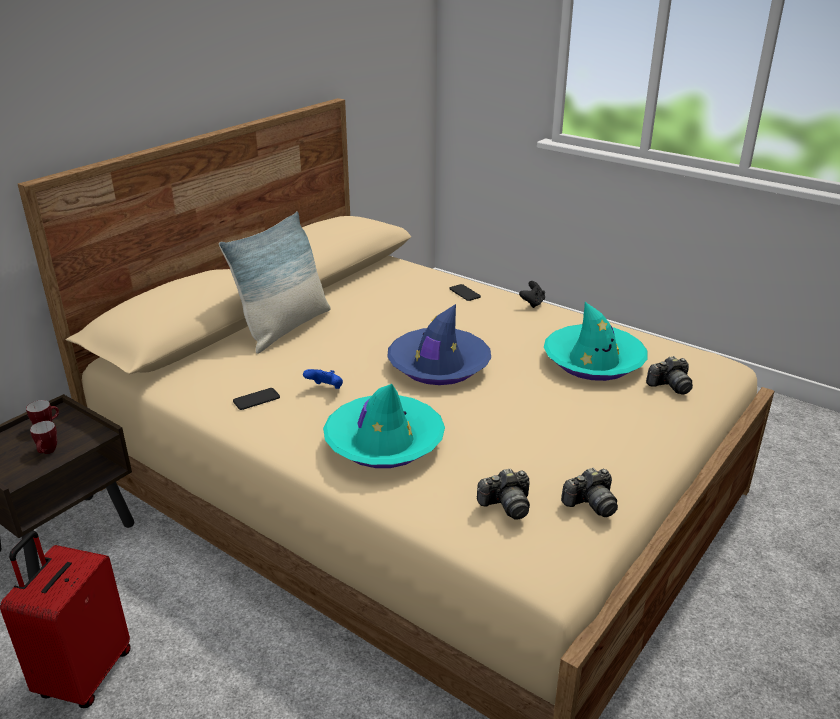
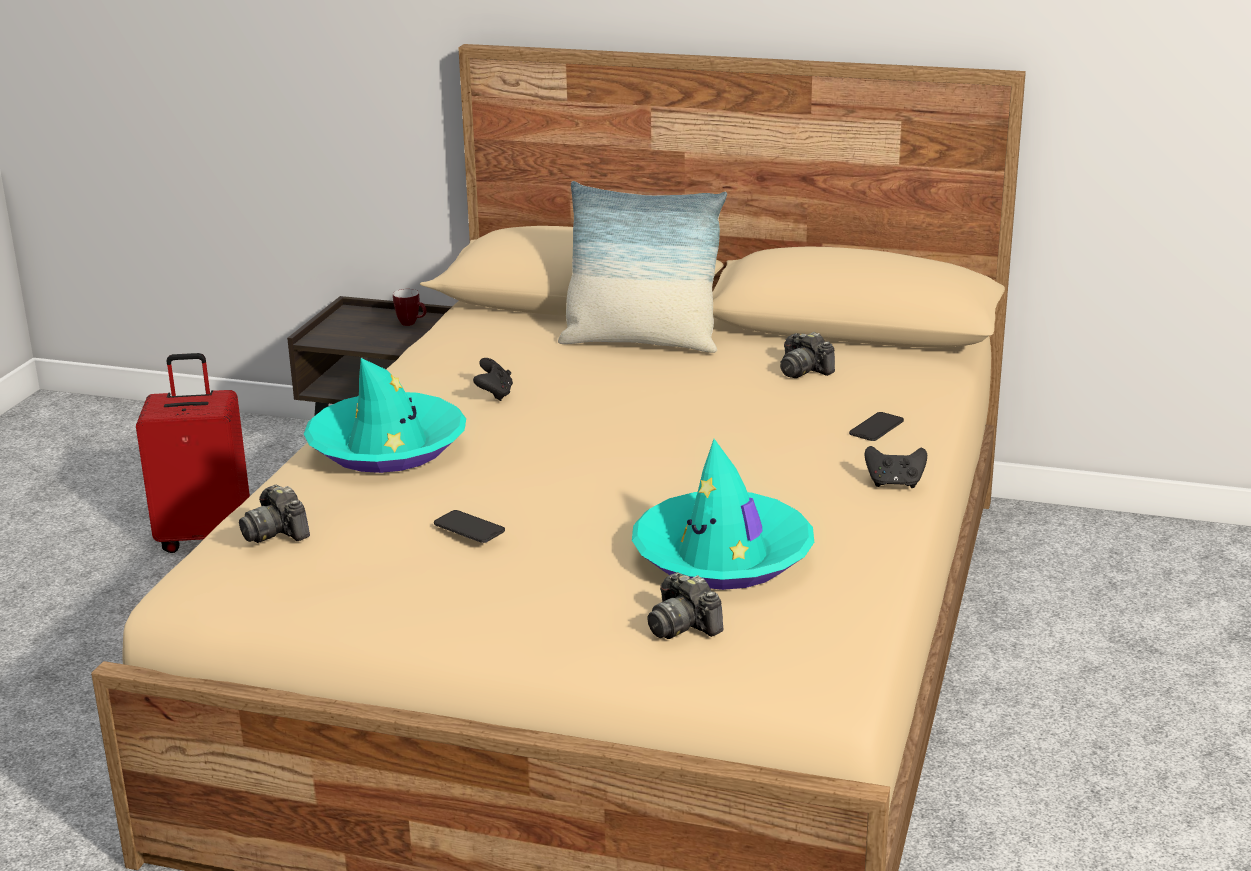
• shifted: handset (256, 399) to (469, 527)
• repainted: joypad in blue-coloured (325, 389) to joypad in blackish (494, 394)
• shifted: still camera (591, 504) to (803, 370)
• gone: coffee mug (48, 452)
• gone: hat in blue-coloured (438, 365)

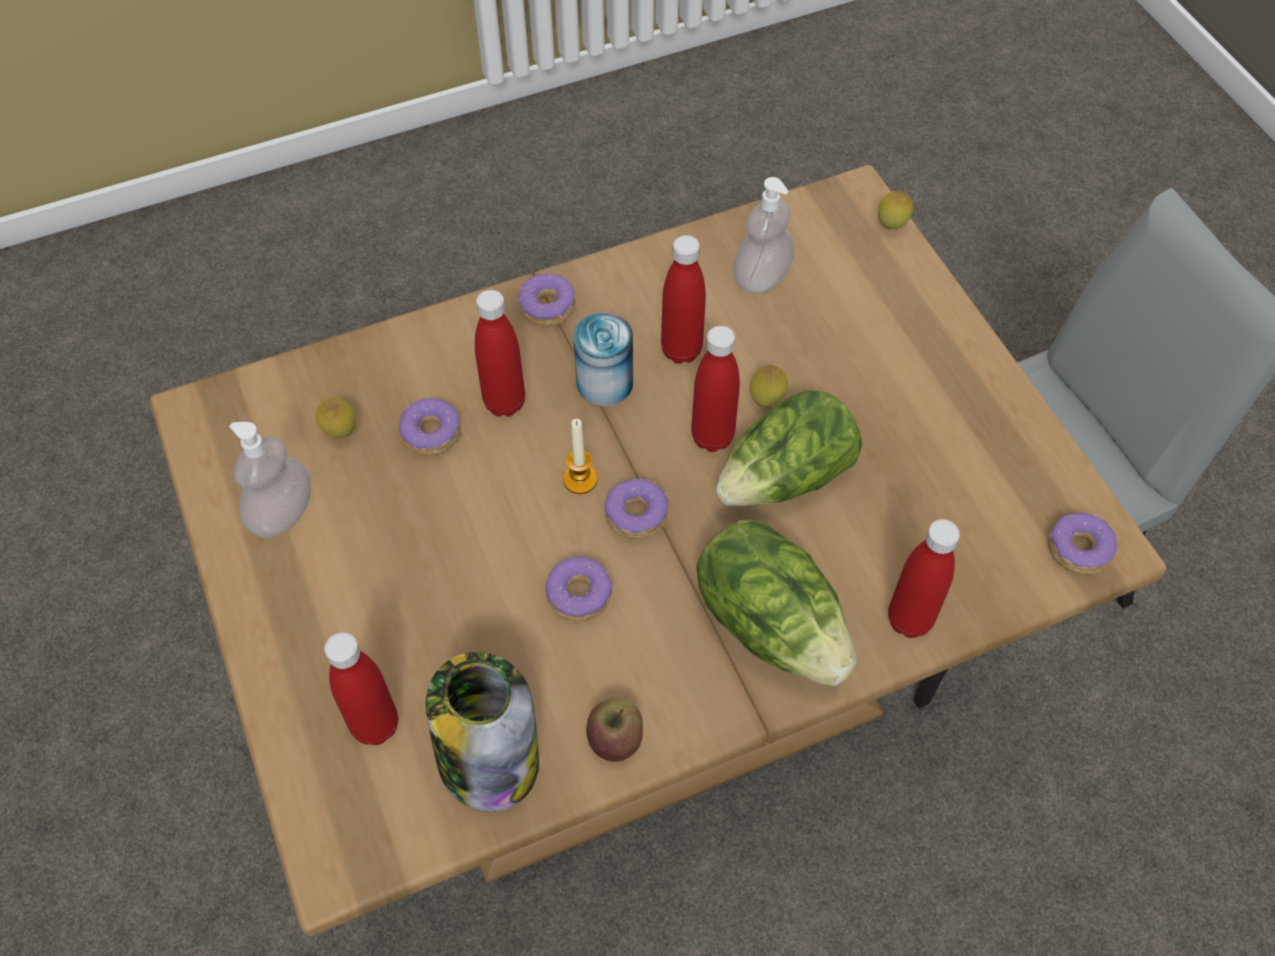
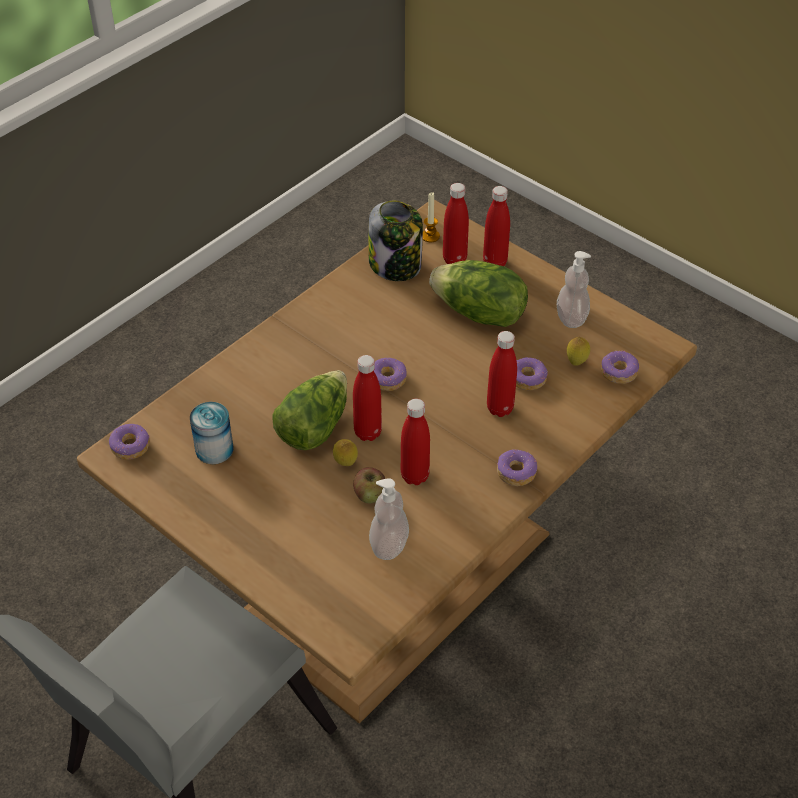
• shifted: metal can (604, 383) to (214, 449)
• shifted: apple (615, 739) to (370, 495)
• shifted: candle (580, 479) to (430, 236)
• shifted: lettuce head (771, 623) to (479, 314)
• shifted: beverage bottle in red (909, 620) to (495, 262)
• shifted: ring doughnut (580, 595) to (618, 372)
• gone: whole lemon (891, 227)

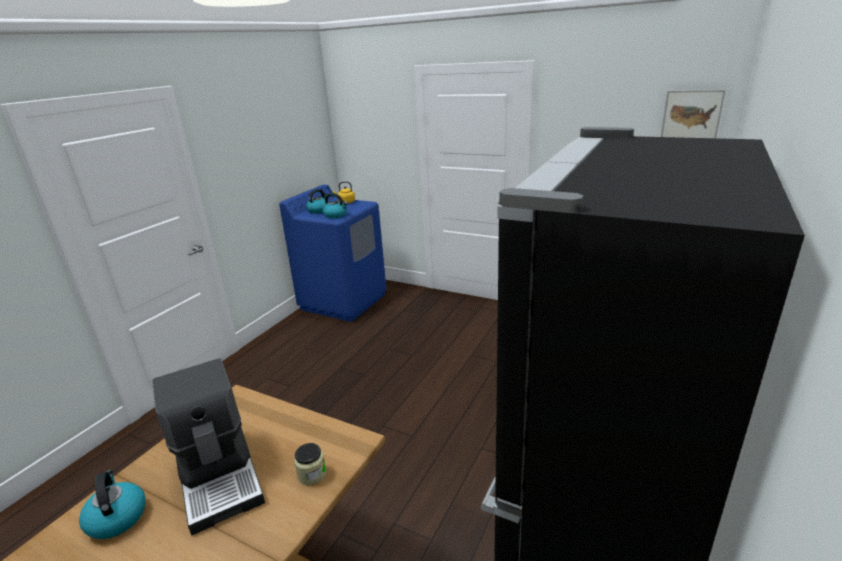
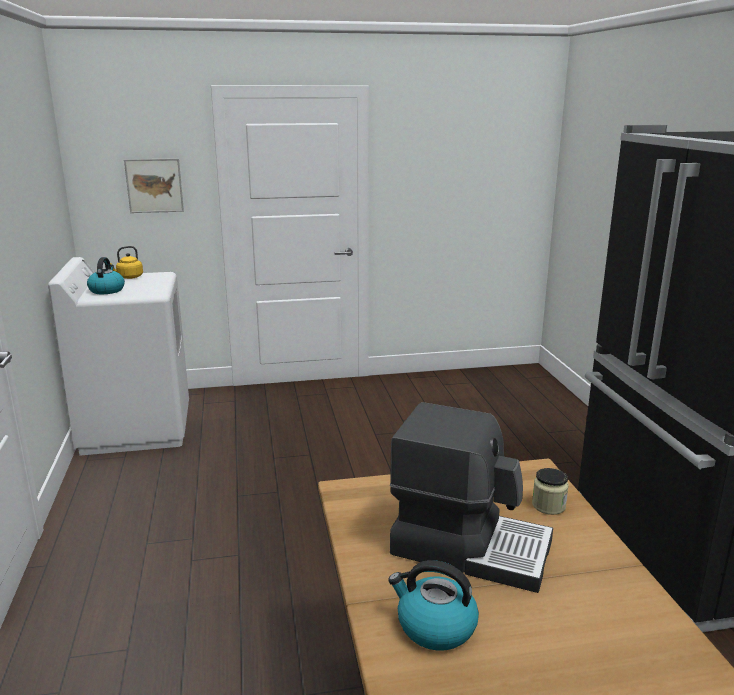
• repainted: laundry appliance in blue-coloured (344, 301) to laundry appliance in whitish (136, 428)
• shifted: wall picture (691, 116) to (154, 185)
• gone: kettle (336, 215)

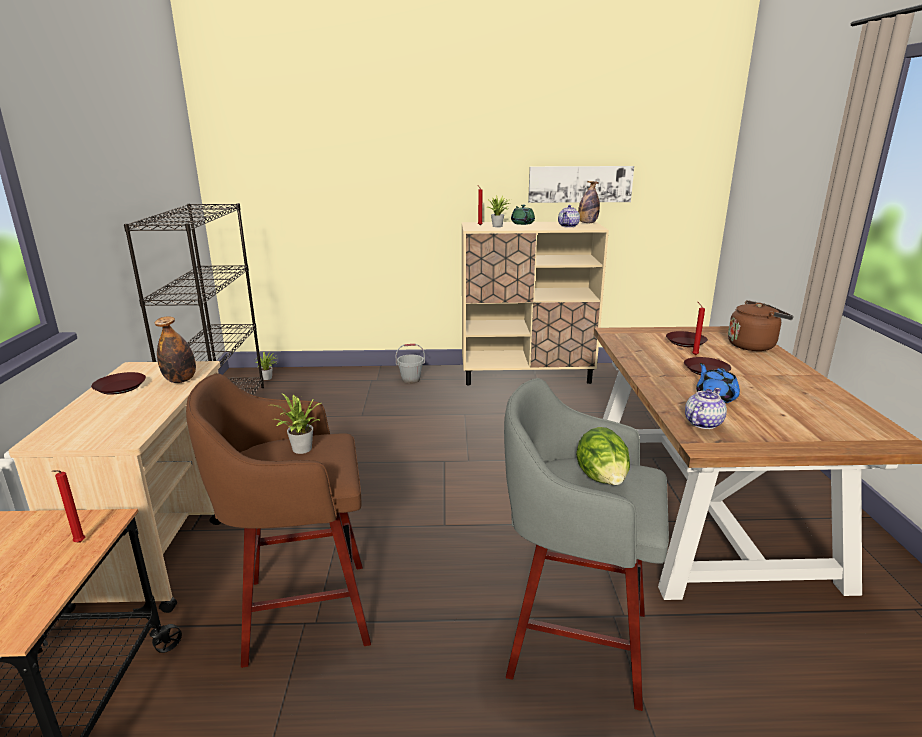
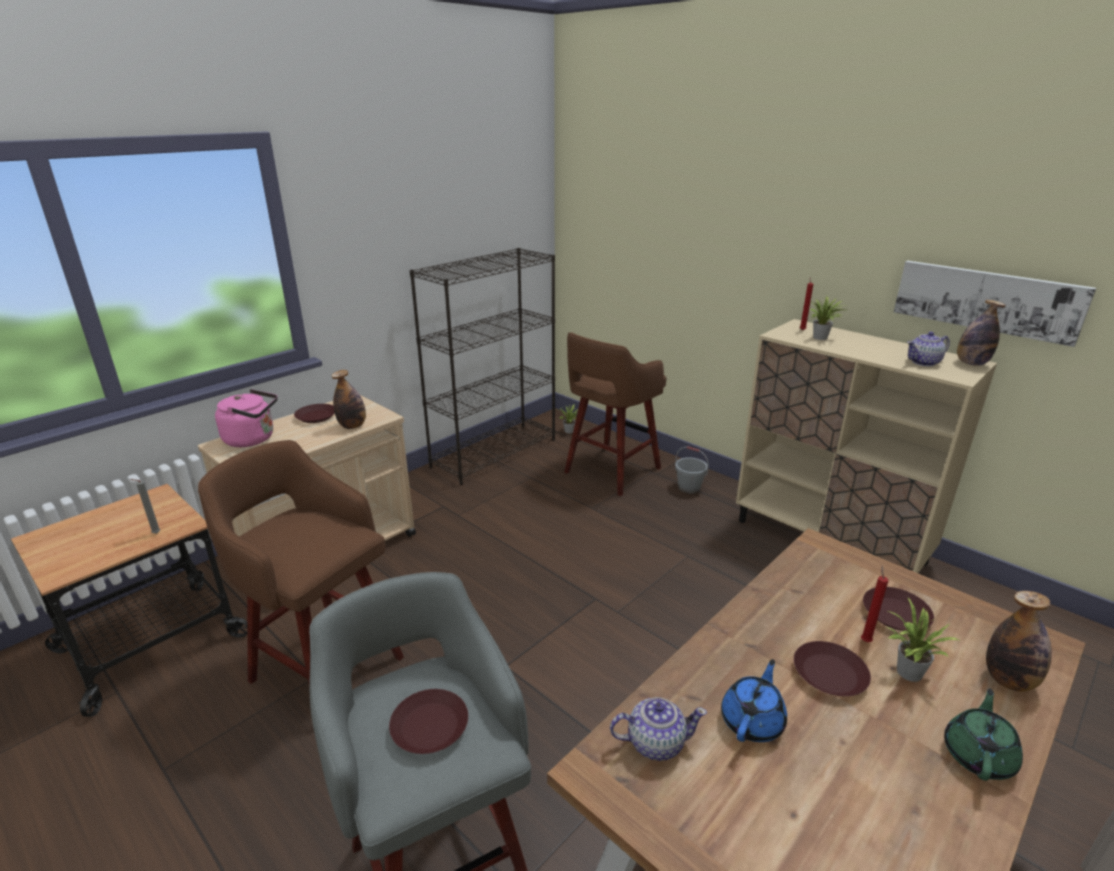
• repainted: candle in red (78, 543) to candle in gray (155, 534)
• new: kettle in pink (253, 439)
• swapped: lettuce head (602, 480) to plate in brown-coloured (430, 726)
• new: sitting stool in brown-coloured (610, 471)
• shifted: plant in a pot (300, 450) to (906, 673)
• shifted: teapot in green-coloured (522, 223) to (978, 755)
• swapped: kettle in brown-coloured (753, 345) to beverage bottle (1008, 680)

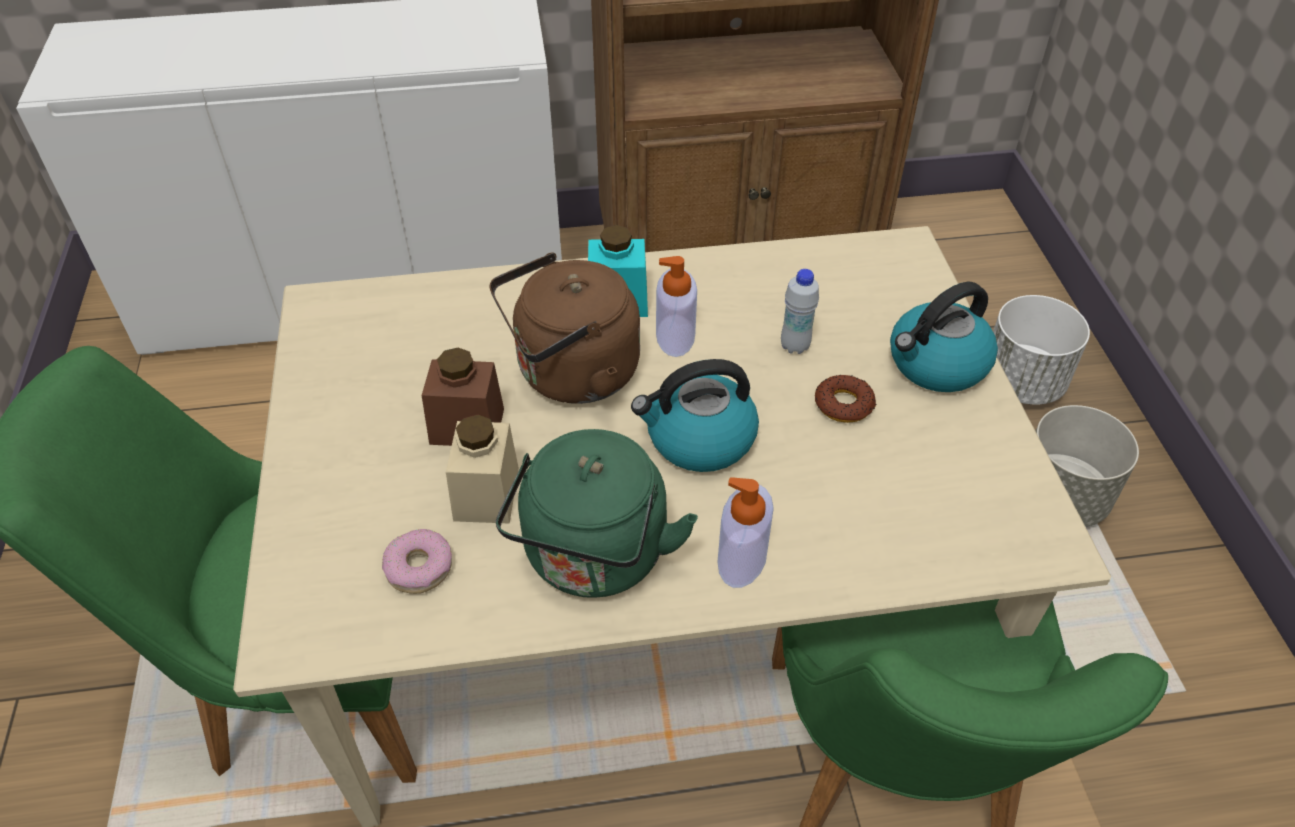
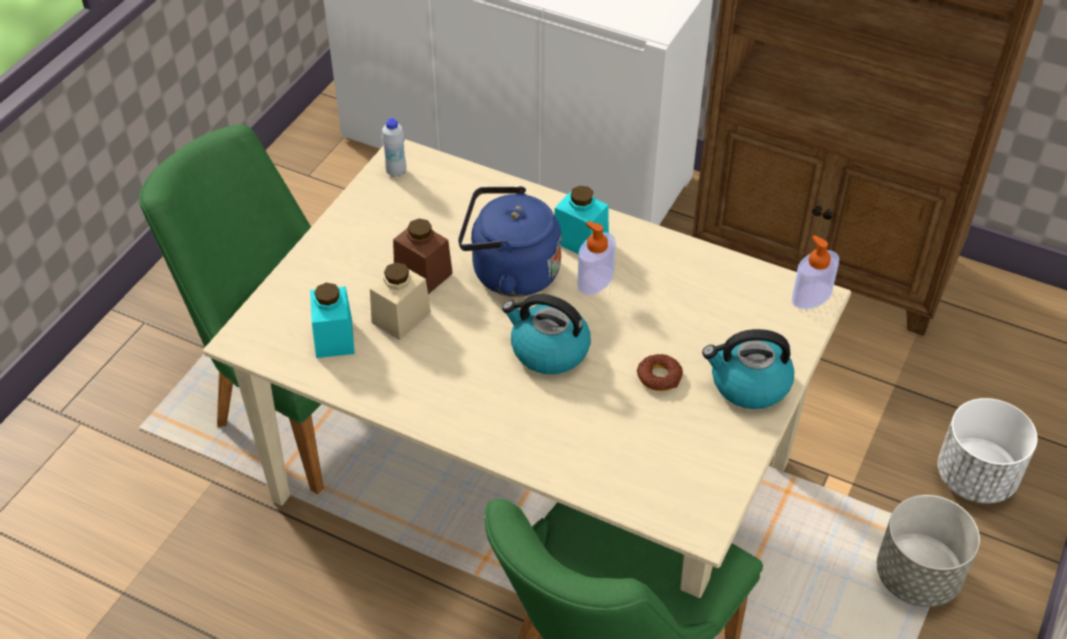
• swapped: ring doughnut (419, 567) to preserve jar in turquoise (334, 338)
• shifted: beverage bottle in whitish (795, 346) to (396, 172)
• repainted: kettle in brown-coloured (571, 374) to kettle in blue-coloured (509, 273)
• shifted: soap dispenser (742, 558) to (811, 296)
• gone: kettle in green-coloured (594, 559)

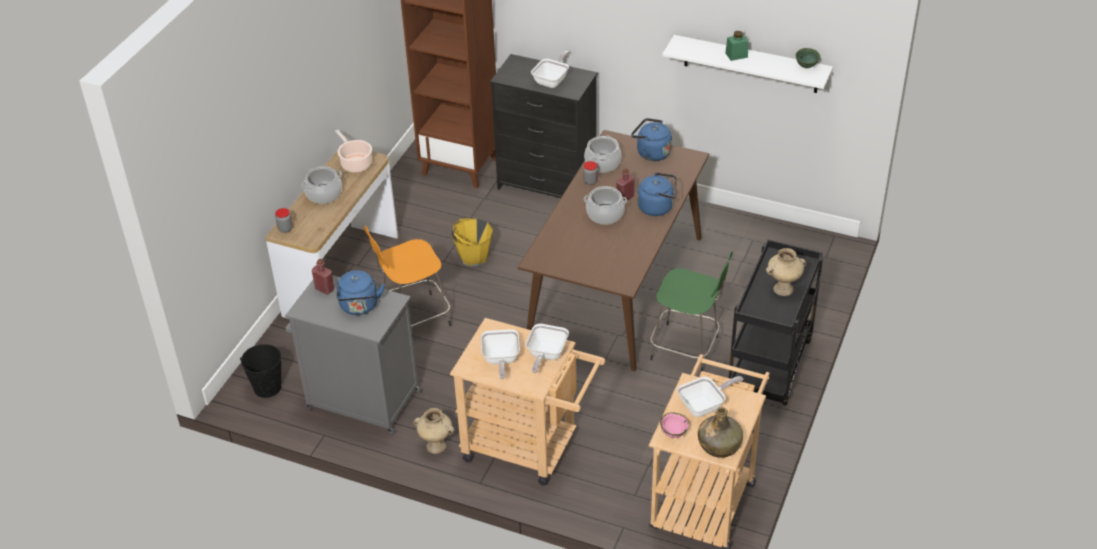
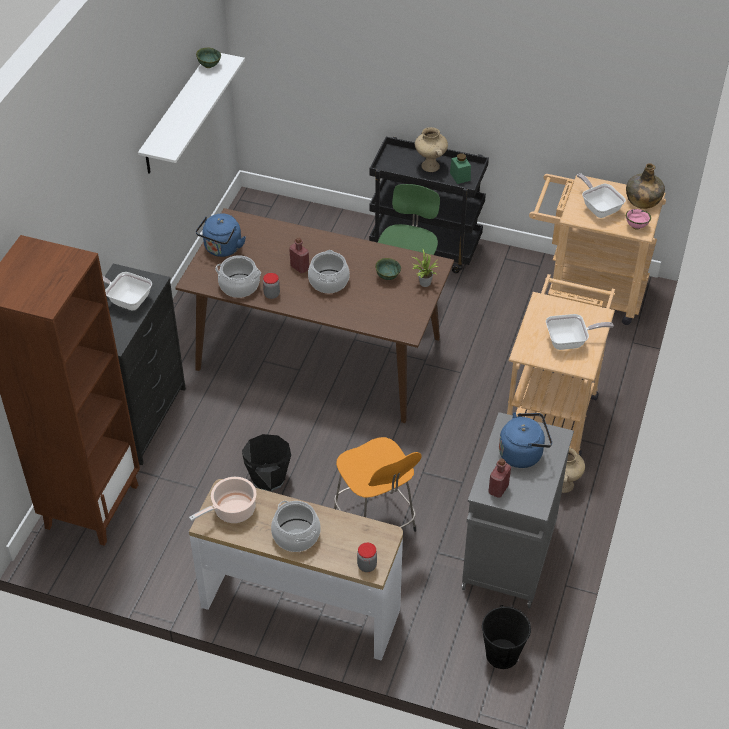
• repainted: pail in yellowish (473, 257) to pail in blackish (268, 478)
• new: bowl in green-coloured (387, 276)
• new: plant in a pot (423, 283)
• shifted: preserve jar in green-coloured (736, 55) to (460, 176)
• gone: pan (545, 355)
• gone: kettle in blue-coloured (657, 207)

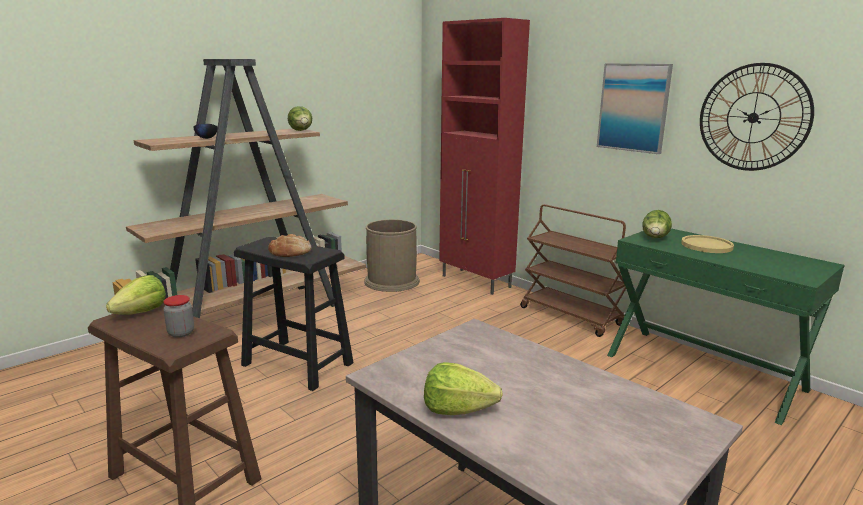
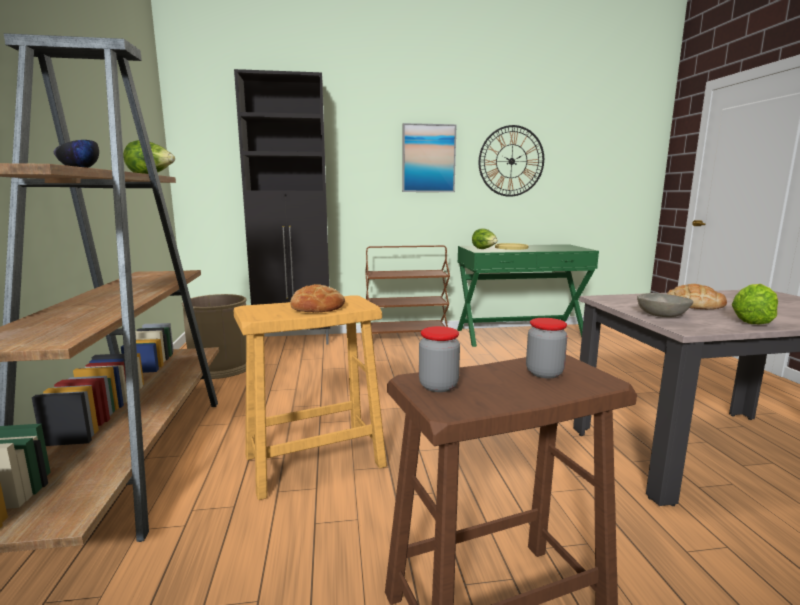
• repainted: storage cabinet in red (476, 282) to storage cabinet in blackish (295, 341)
• repainted: sitting stool in blackish (298, 364) to sitting stool in beige-coloured (315, 460)
• swapped: lettuce head (141, 312) to preserve jar (438, 386)
• new: bowl in gray (661, 315)
• new: baked bread (693, 304)

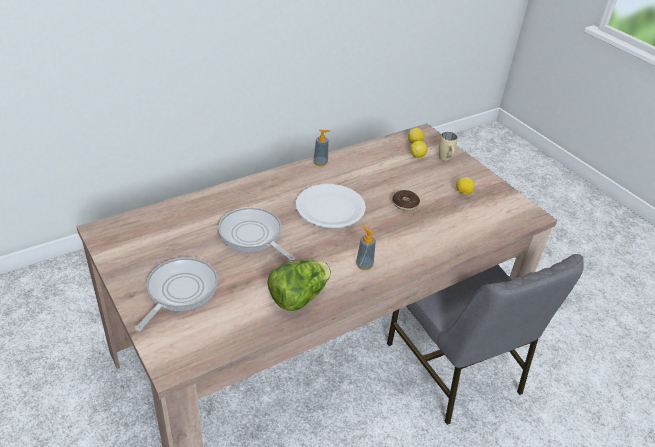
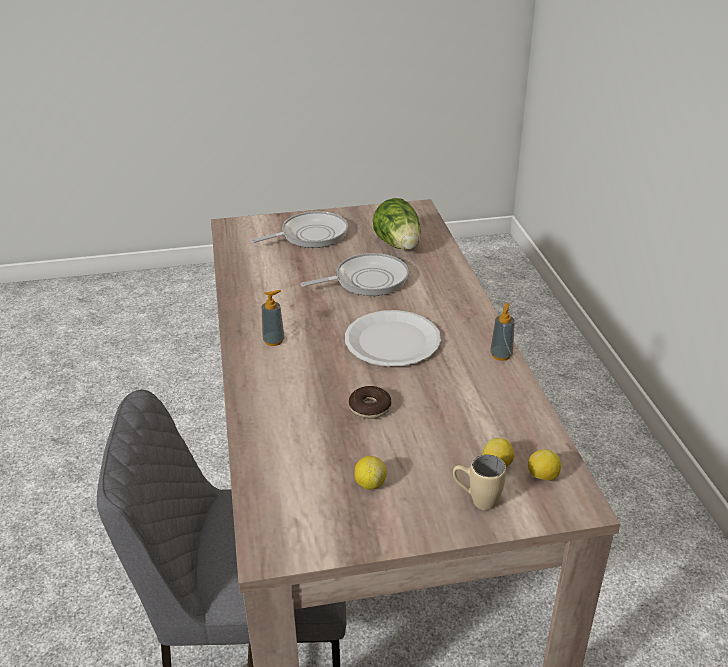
• rotated: pan (179, 291) = (310, 235) 75 degrees counterclockwise
• shifted: lettuce head (298, 297) to (399, 245)

